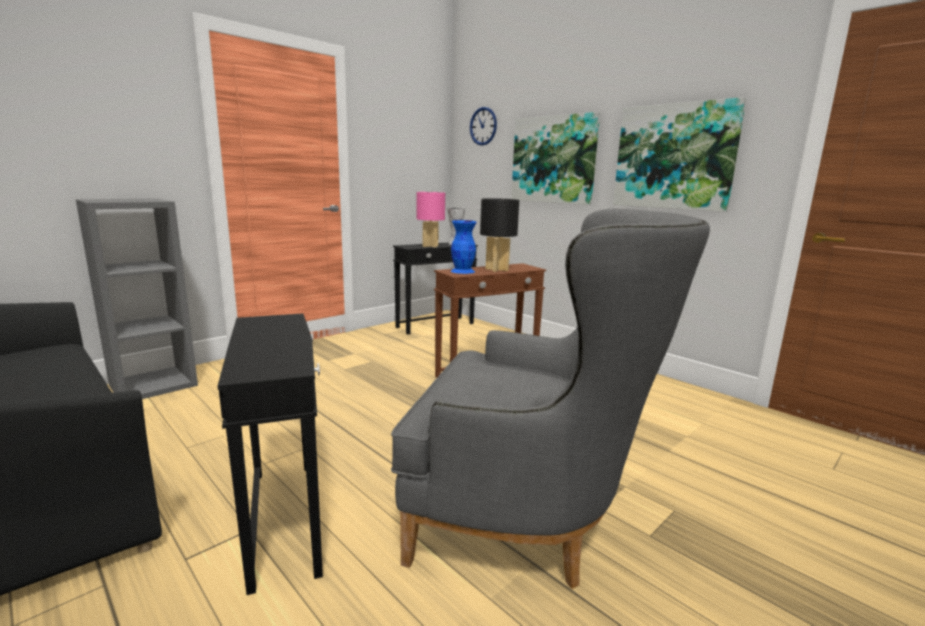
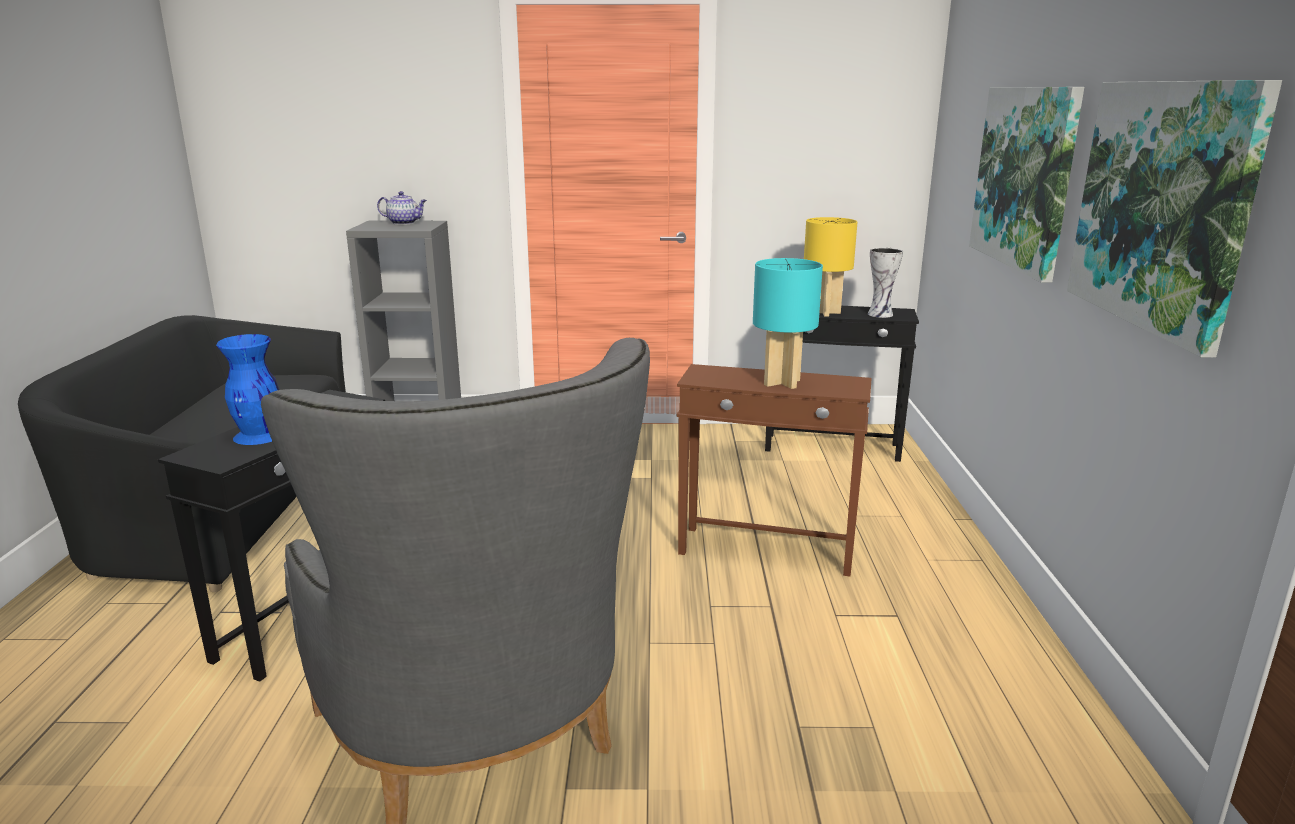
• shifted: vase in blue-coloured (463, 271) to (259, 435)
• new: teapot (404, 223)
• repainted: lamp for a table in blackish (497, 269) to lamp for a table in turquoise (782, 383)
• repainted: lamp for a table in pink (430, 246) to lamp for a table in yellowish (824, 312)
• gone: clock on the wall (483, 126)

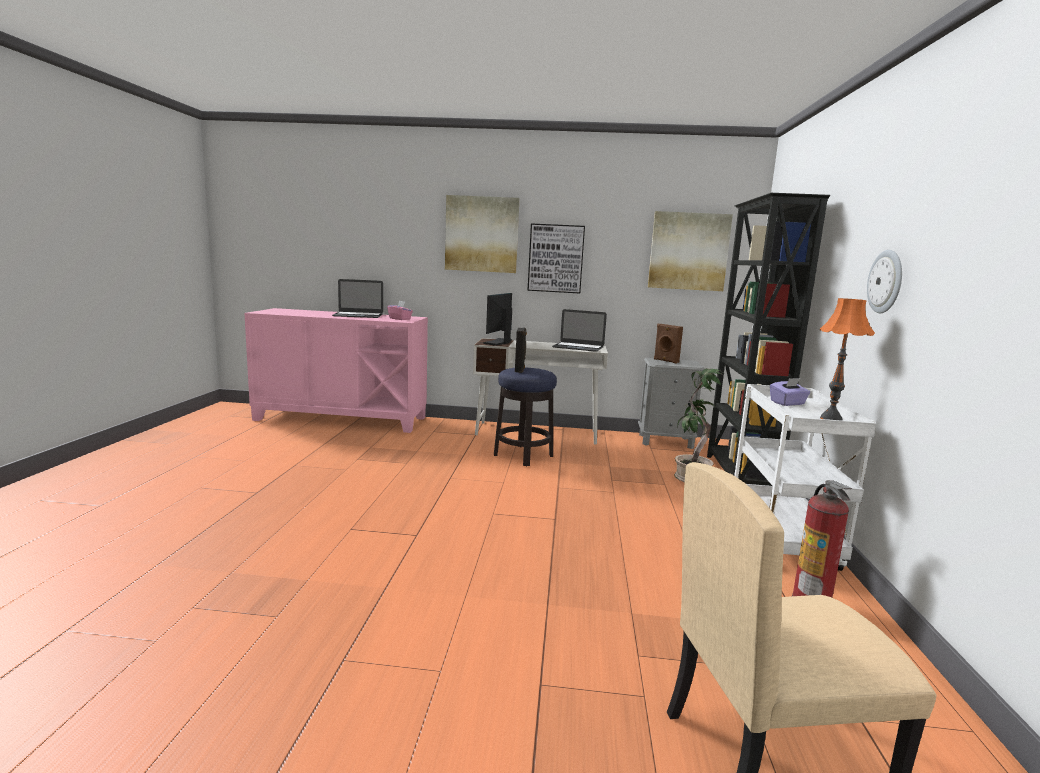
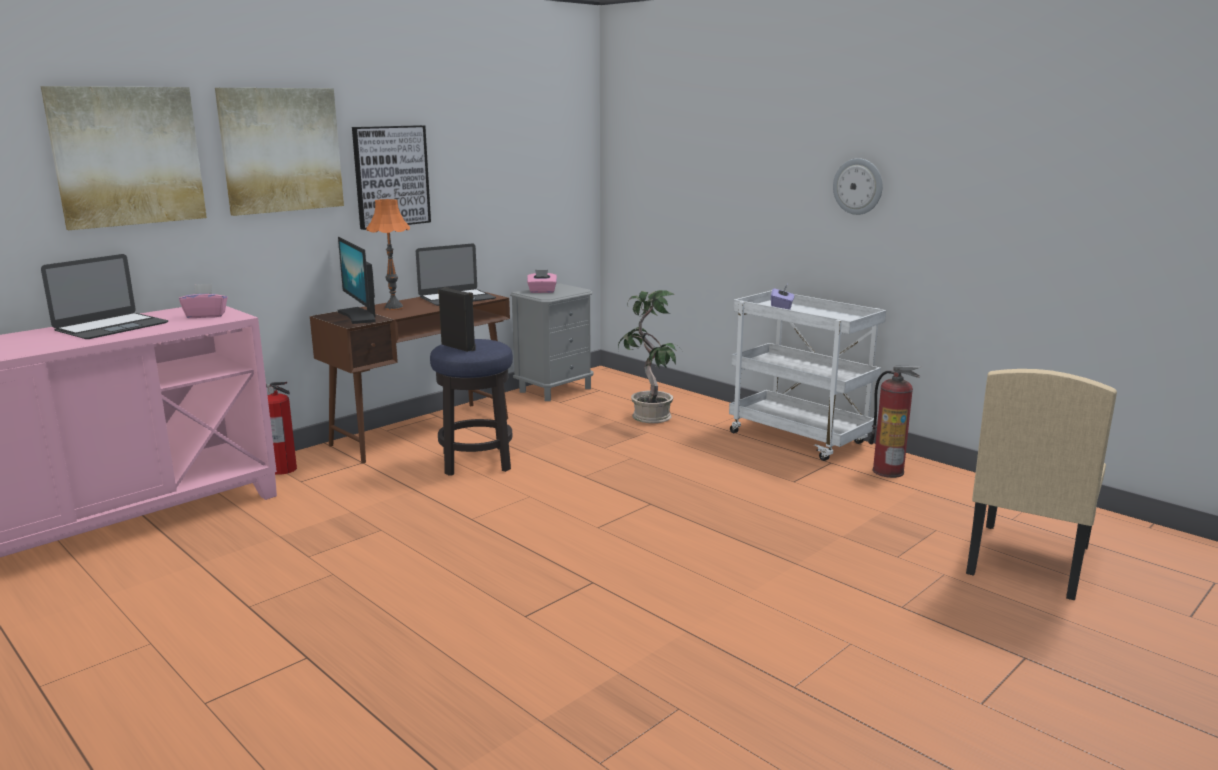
• shifted: wall picture (688, 251) to (127, 156)
• new: extinguisher (282, 469)
• repainted: desk table in whitish (537, 433) to desk table in brown-coloured (422, 431)
• shifted: lamp for a table in orangey (830, 419) to (393, 308)
• swapped: speaker in brown-coloured (665, 361) to box of tissues in pink (542, 291)
• gone: bookshelf in blackish (739, 475)

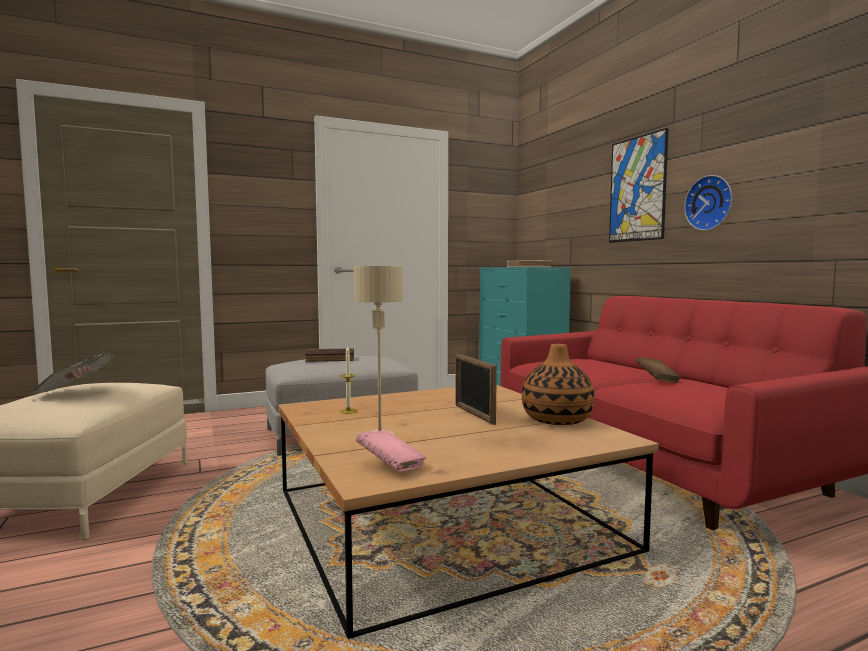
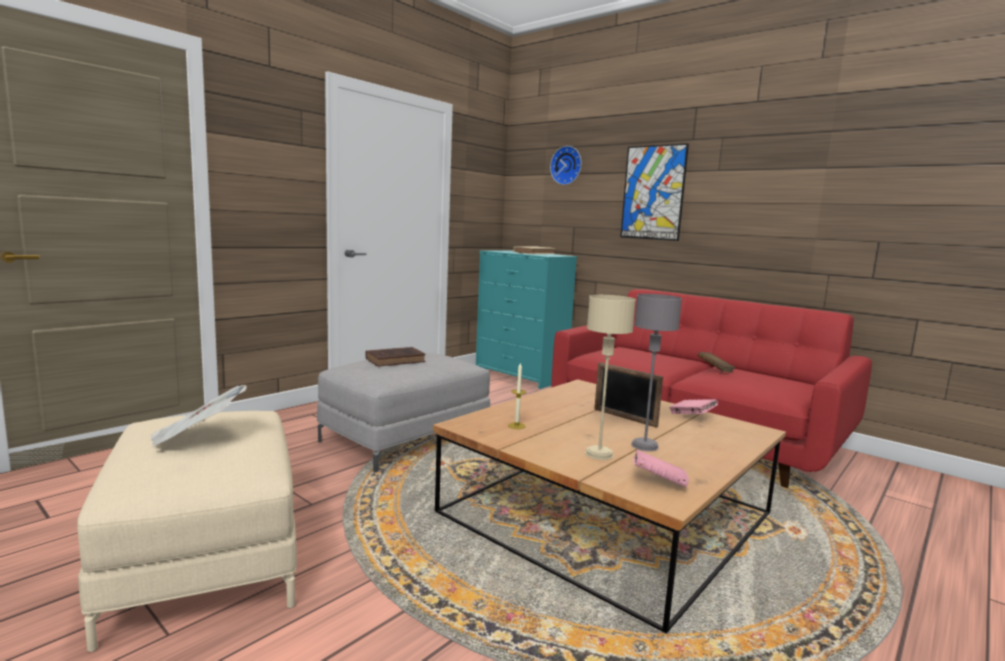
• shifted: clock on the wall (710, 203) to (567, 165)
• new: lamp for a table in gray (645, 445)
• swapped: vase (557, 420) to volume in pink (691, 416)

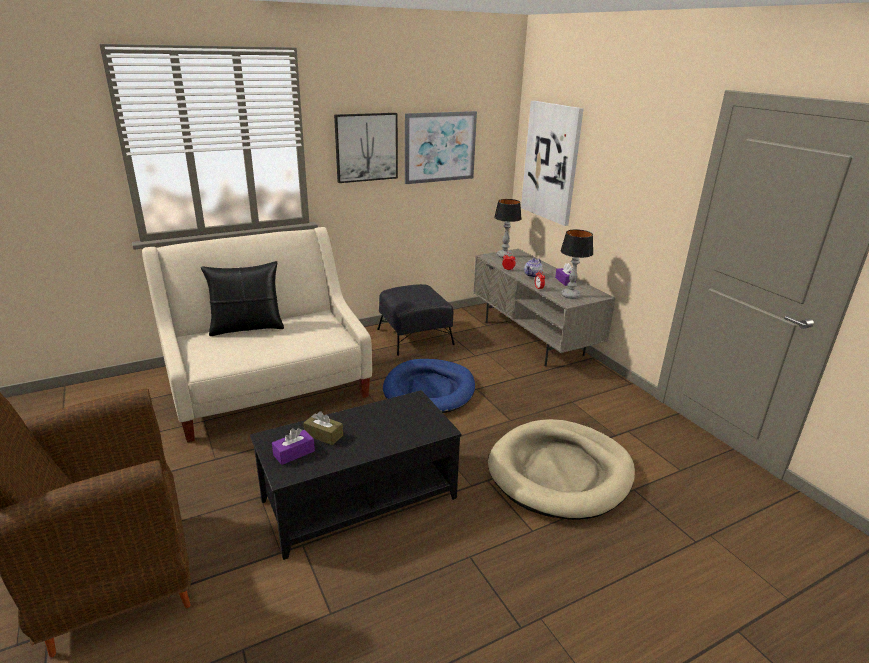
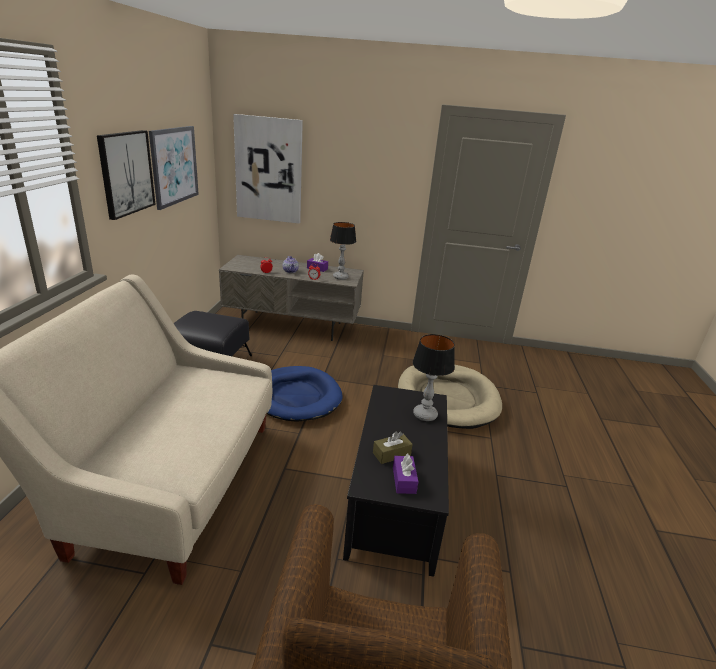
• shifted: lamp for a table (505, 256) to (425, 415)
• gone: cushion in blackish (247, 328)

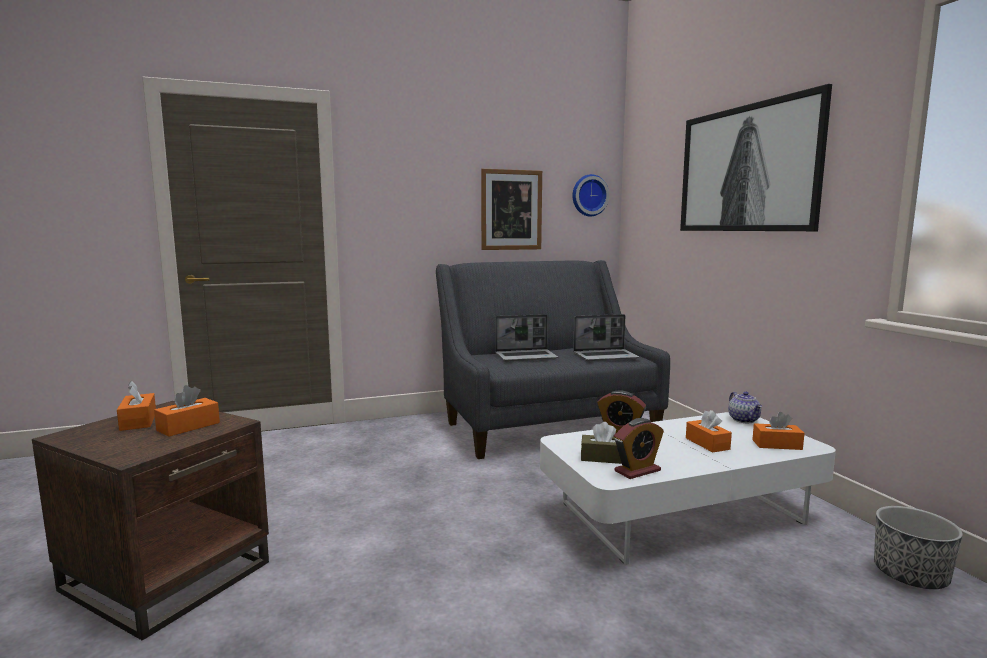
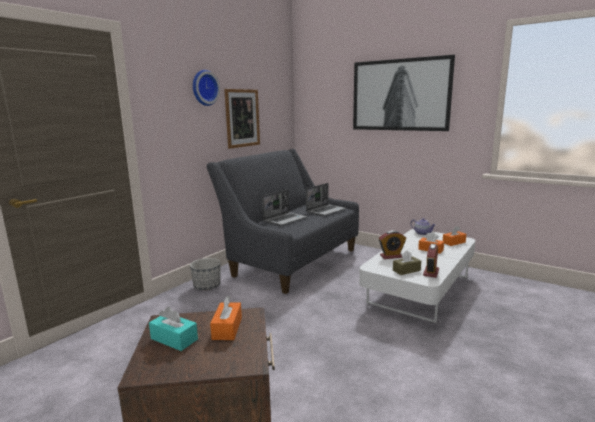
• repainted: box of tissues in orangey (138, 421) to box of tissues in turquoise (174, 339)
• shifted: flower pot (910, 575) to (207, 286)
• shifted: clock on the wall (589, 195) to (204, 88)

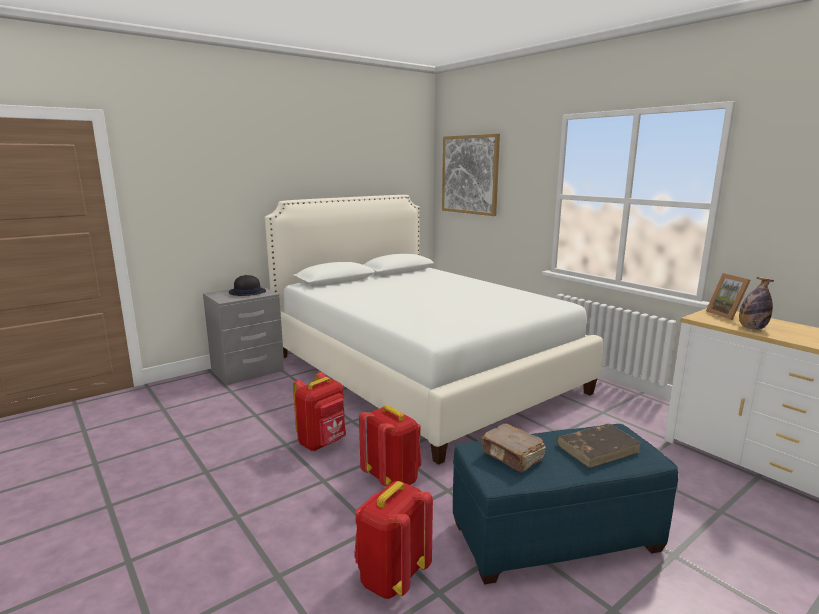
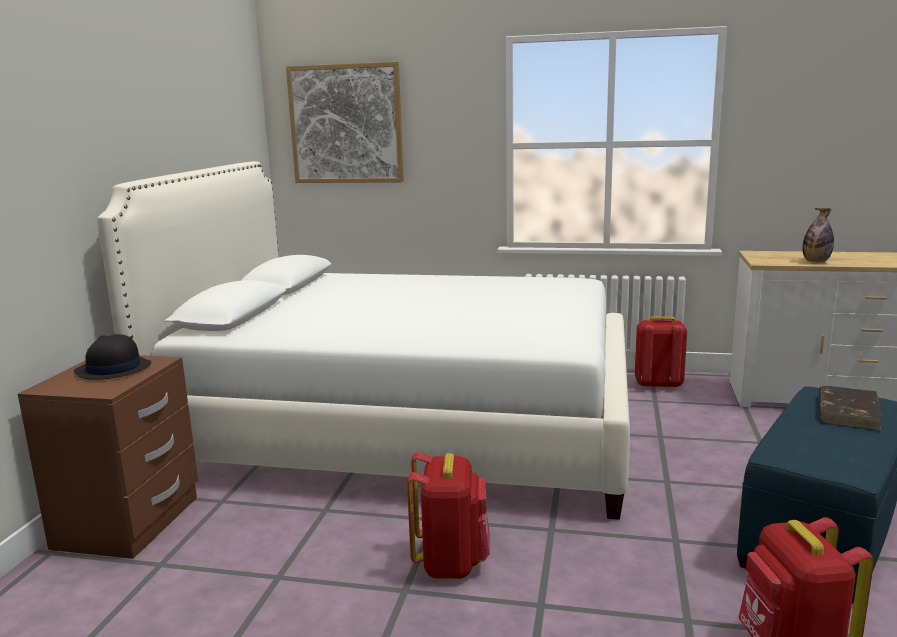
• repainted: bedside table in gray (248, 371) to bedside table in brown-coloured (129, 523)
• shifted: rucksack in red (393, 479) to (658, 384)
• gone: volume in brown-coloured (512, 456)
• gone: standing frame (727, 315)

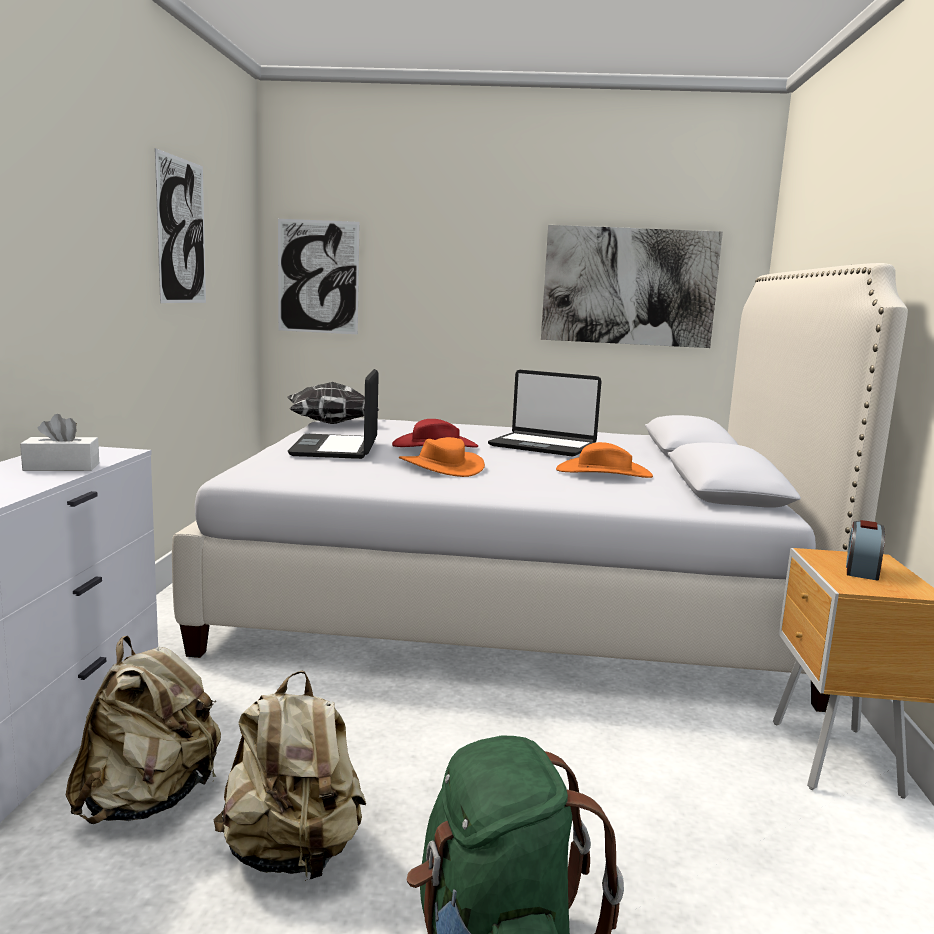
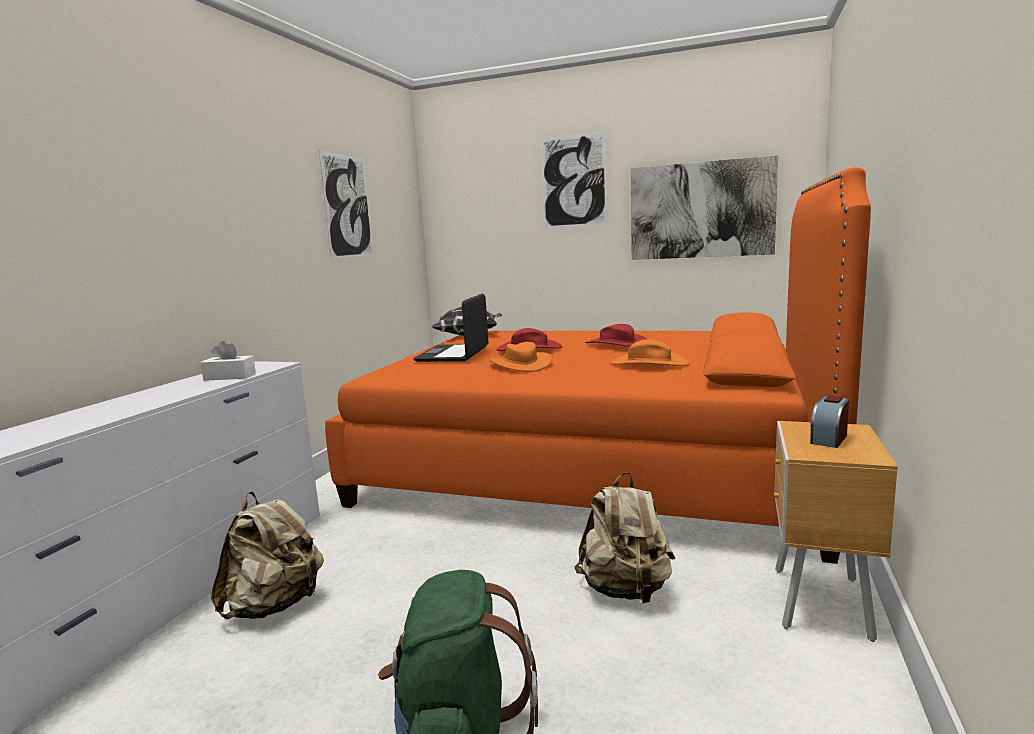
• repainted: bed in whitish (511, 599) to bed in orangey (596, 465)
• shifted: wall picture (318, 277) to (573, 181)
• shifted: rucksack in beige-coloured (292, 853) to (625, 590)
• swapped: notebook computer (543, 446) to hat in red (617, 344)

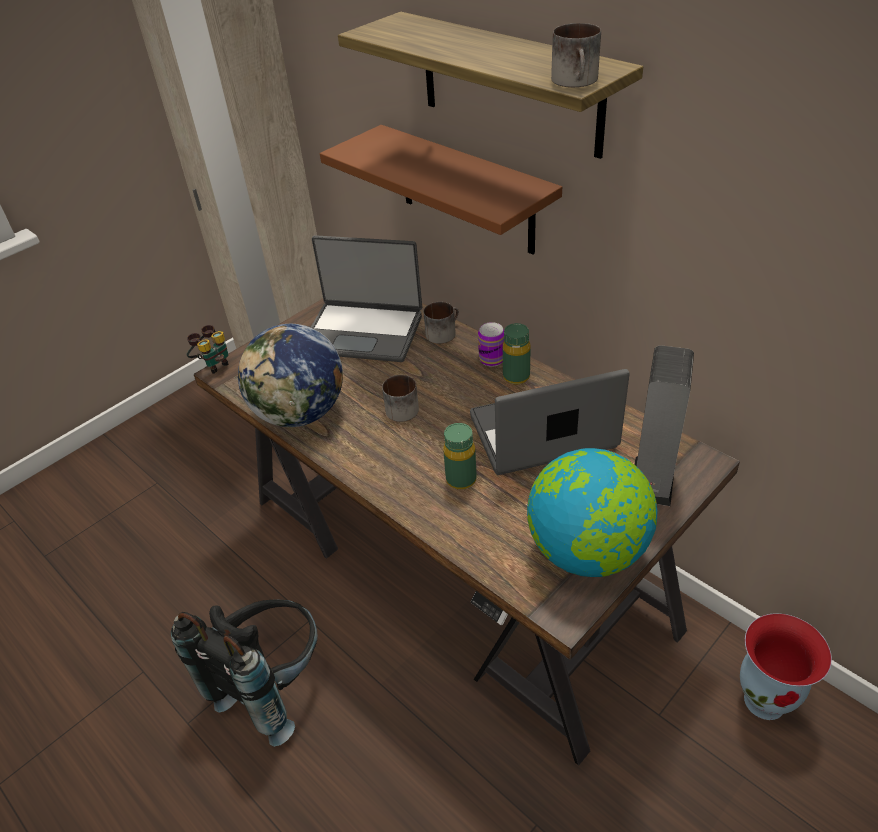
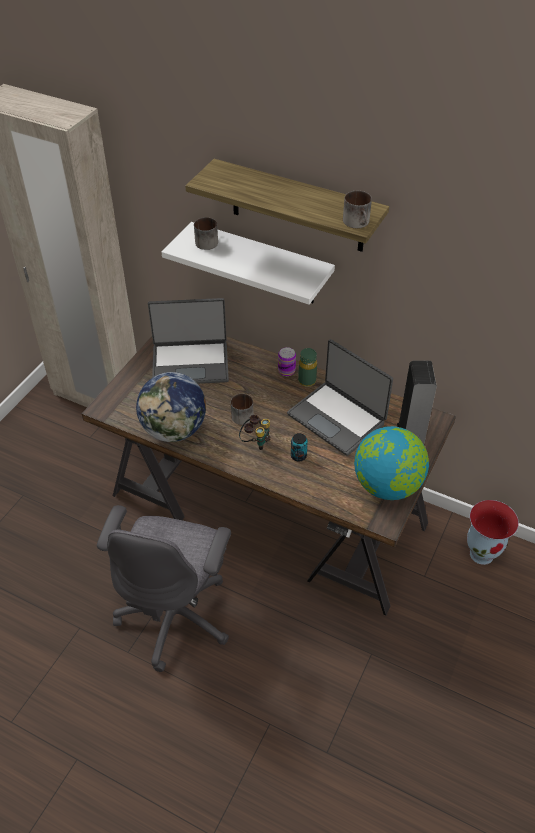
• swapped: rucksack in blackish (272, 685) to computer chair in gray (176, 615)
• repainted: shelf in brown-coloured (466, 190) to shelf in whitish (261, 264)
• shifted: coffee mug (442, 332) to (207, 241)
• shifted: binoculars (213, 364) to (255, 442)
• rotated: notebook computer (543, 434) = (337, 418) 105 degrees counterclockwise
• swapped: beverage bottle in green-coloured (461, 479) to metal can (298, 456)

